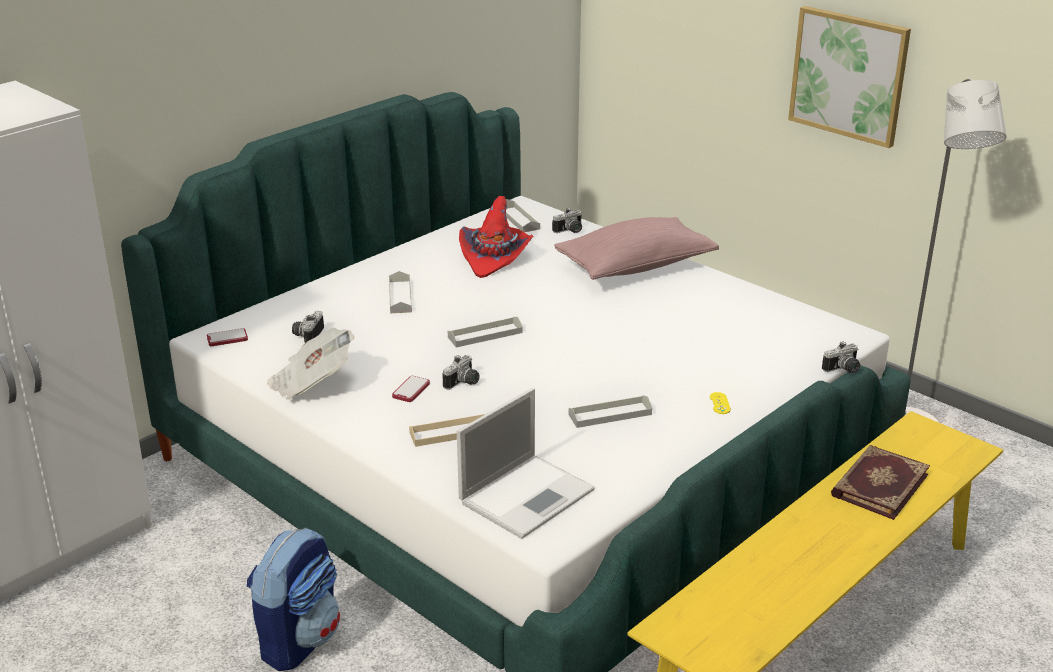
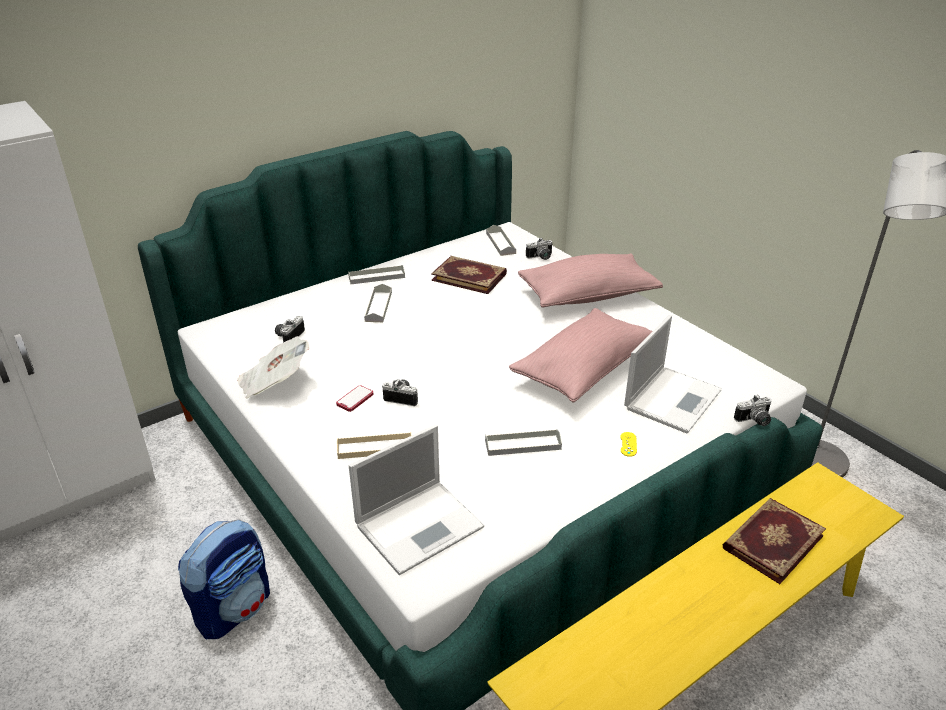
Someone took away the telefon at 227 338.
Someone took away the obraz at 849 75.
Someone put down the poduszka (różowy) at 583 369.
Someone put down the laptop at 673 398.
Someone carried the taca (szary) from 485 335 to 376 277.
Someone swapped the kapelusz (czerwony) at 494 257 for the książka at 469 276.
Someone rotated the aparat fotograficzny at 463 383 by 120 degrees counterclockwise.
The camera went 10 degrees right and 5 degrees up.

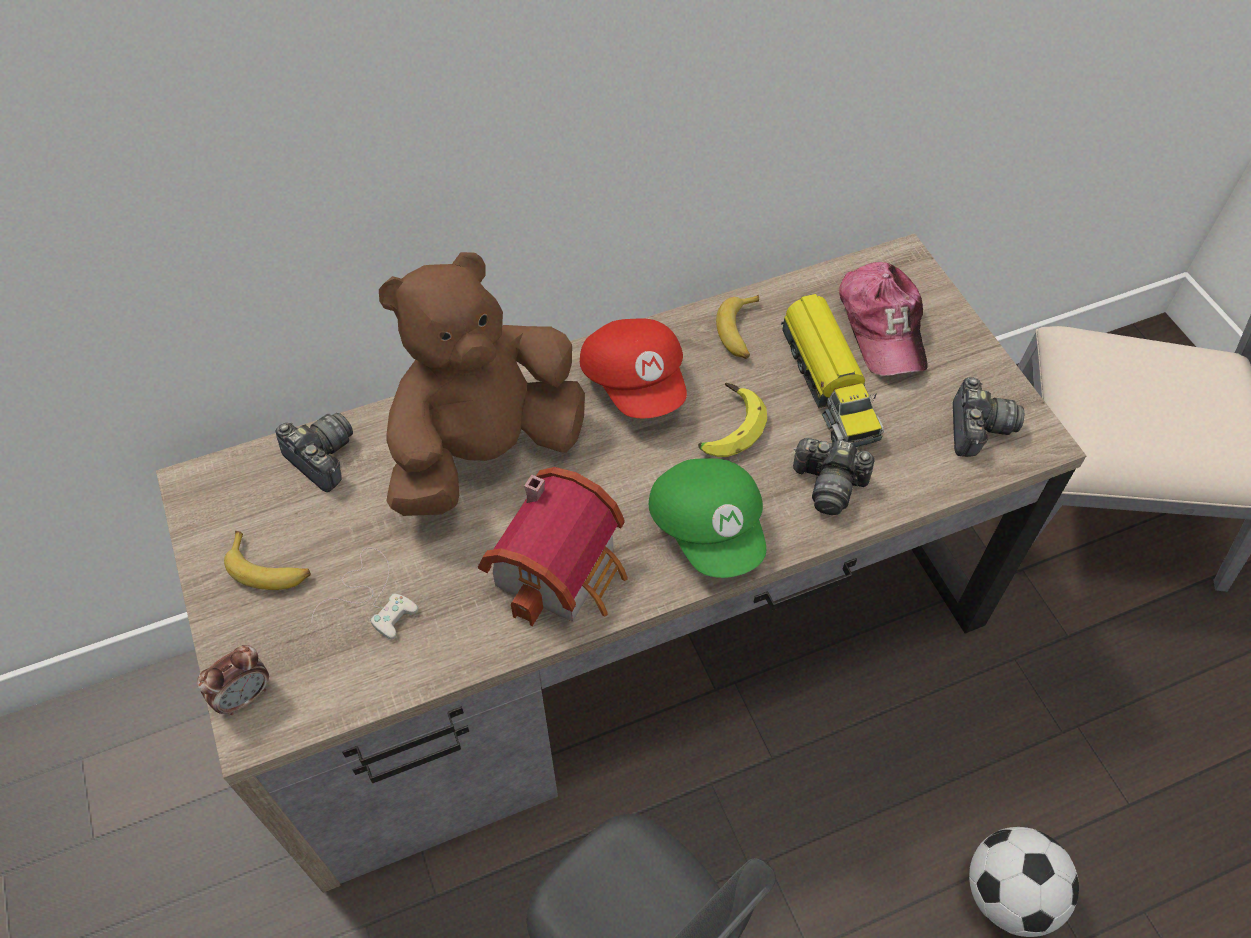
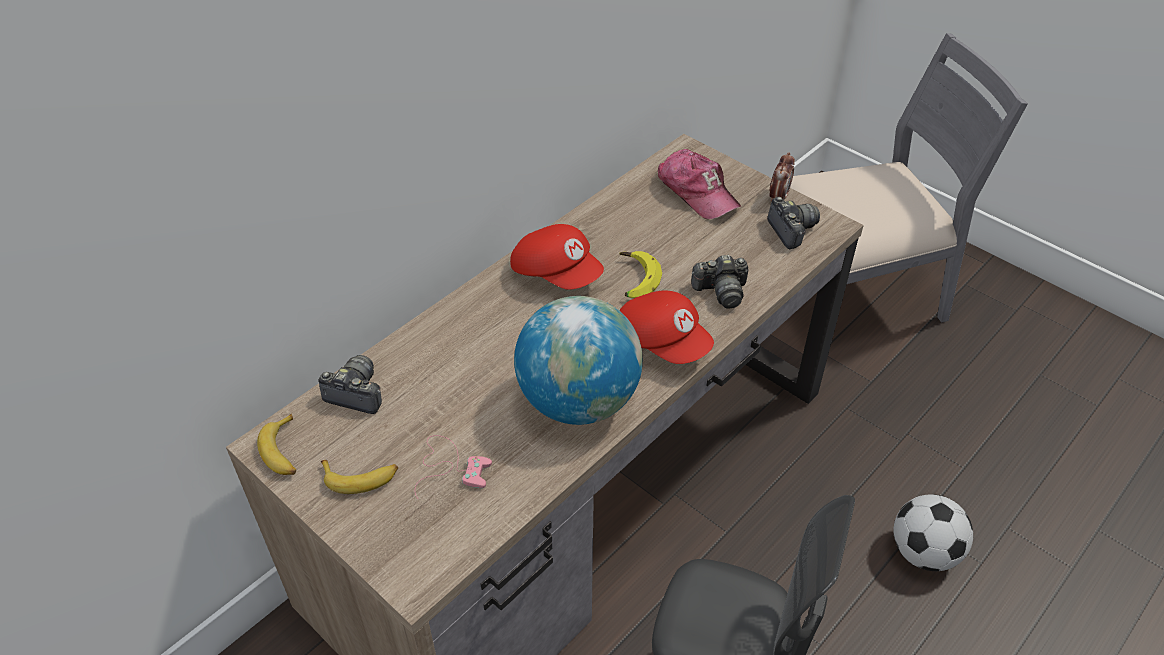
Someone took away the pluszak (brązowy) at 485 451.
Someone took away the ciężarówka zabawkowa at 828 383.
Someone carried the budzik from 245 696 to 778 197.
Someone carried the banan from 740 332 to 284 452.
Someone swapped the domek at 563 569 for the globus at 578 401.
Someone repainted the pad do gier (biały) at 371 595, which became the pad do gier (różowy) at 450 466.
Someone repainted the czapka z daszkiem (zielony) at 709 528, which became the czapka z daszkiem (czerwony) at 661 342.
The camera went 25 degrees left and 10 degrees down.

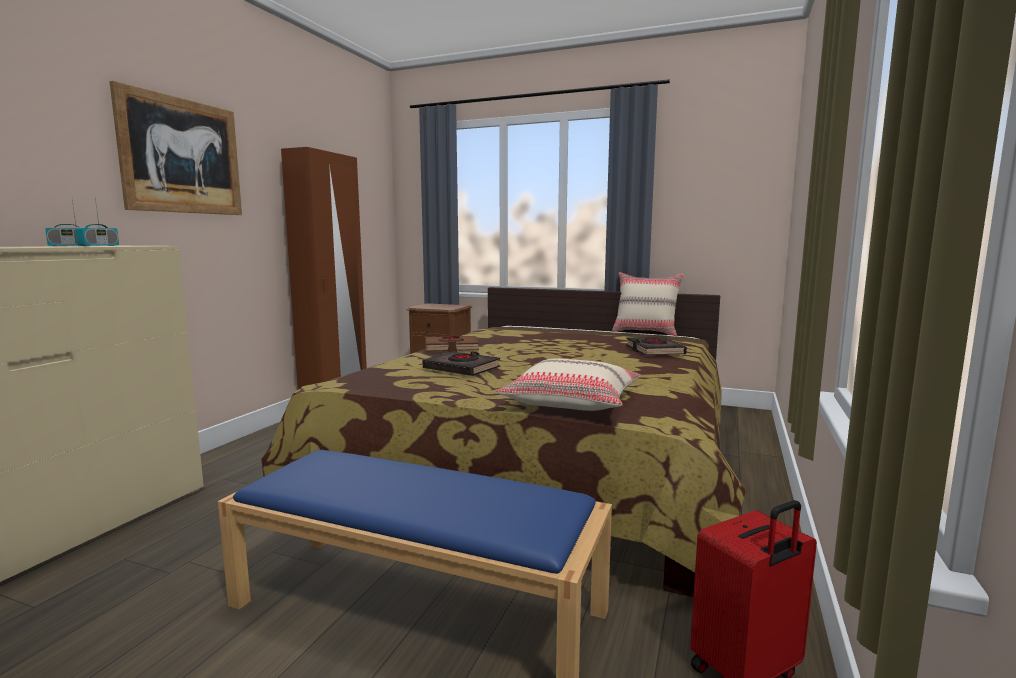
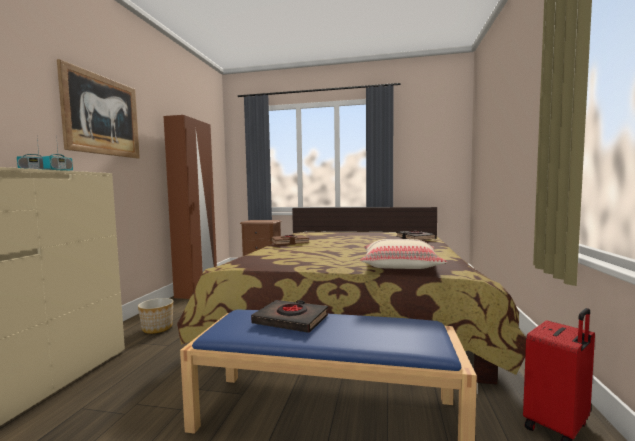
Someone took away the poduszka (beżowy) at 645 332.
Someone put down the donica at 158 328.
Someone carried the książka (czarny) from 462 369 to 291 320.
The camera went 10 degrees left and 5 degrees down.

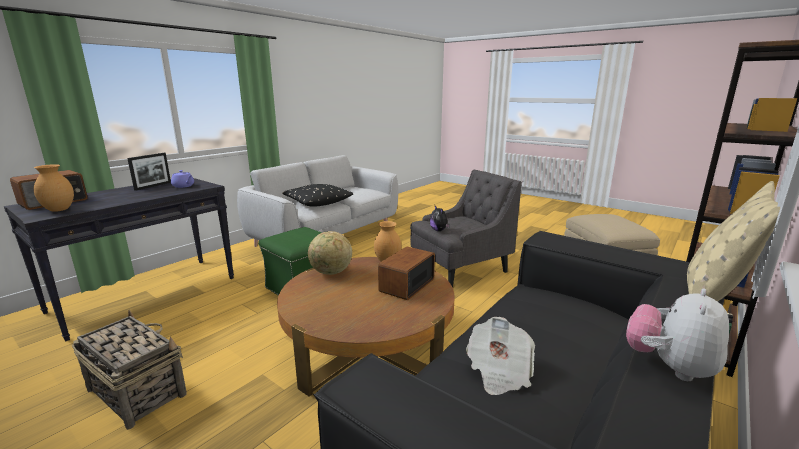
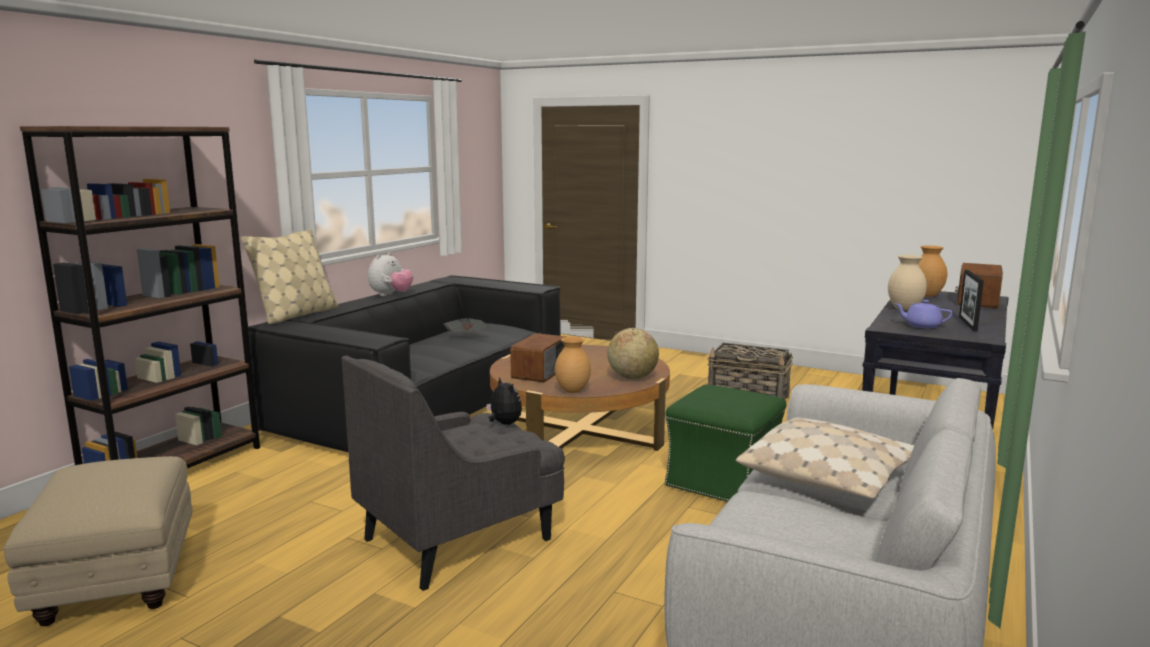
Someone put down the wazon (beżowy) at 905 309.
Someone repainted the poduszka (czarny) at 317 202, which became the poduszka (beżowy) at 829 476.
The camera went 170 degrees right and 5 degrees down.

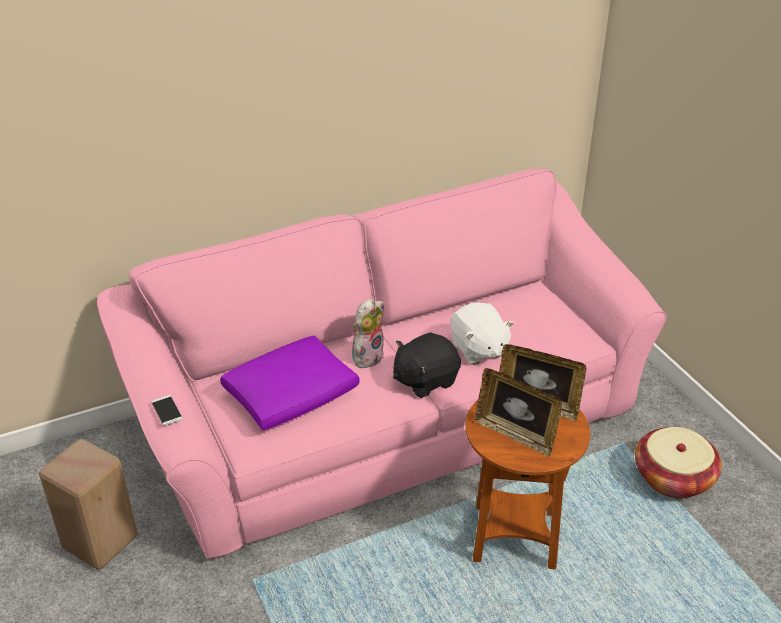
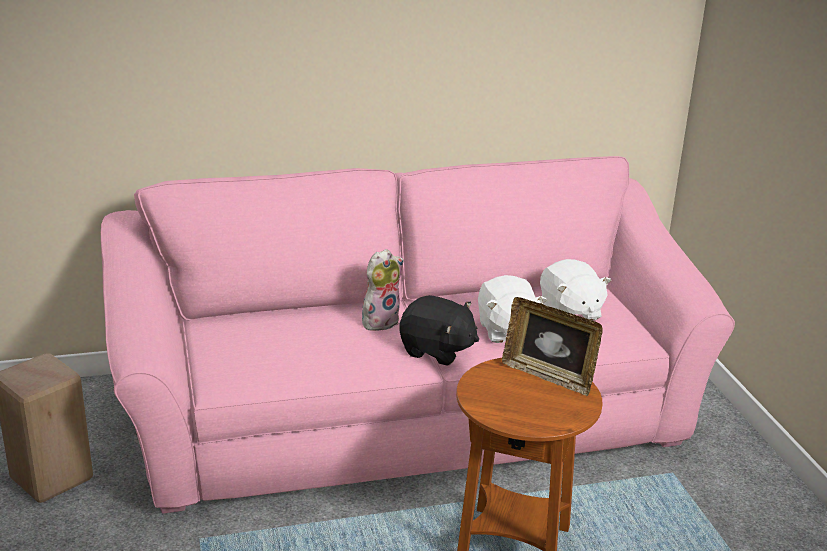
Someone took away the telefon at 167 411.
Someone took away the poduszka (fioletowy) at 292 394.
Someone took away the ramka na zdjęcie at 515 434.
Someone took away the koszyk at 673 478.
Someone put down the pluszak (biały) at 569 312.
Someone rotated the pluszak (czarny) at 425 380 by 135 degrees counterclockwise.
The camera went 10 degrees right and 10 degrees down.

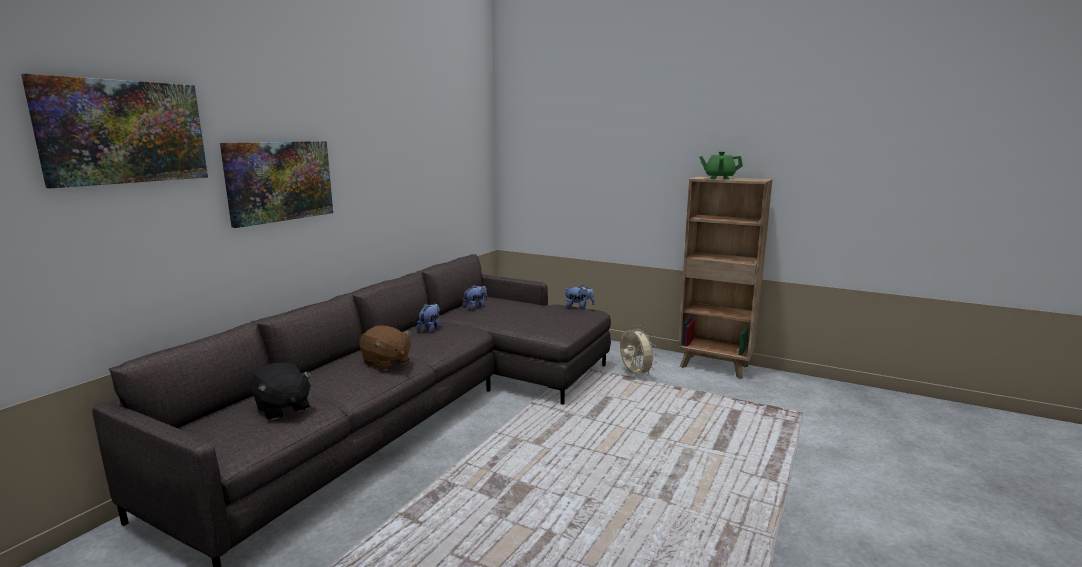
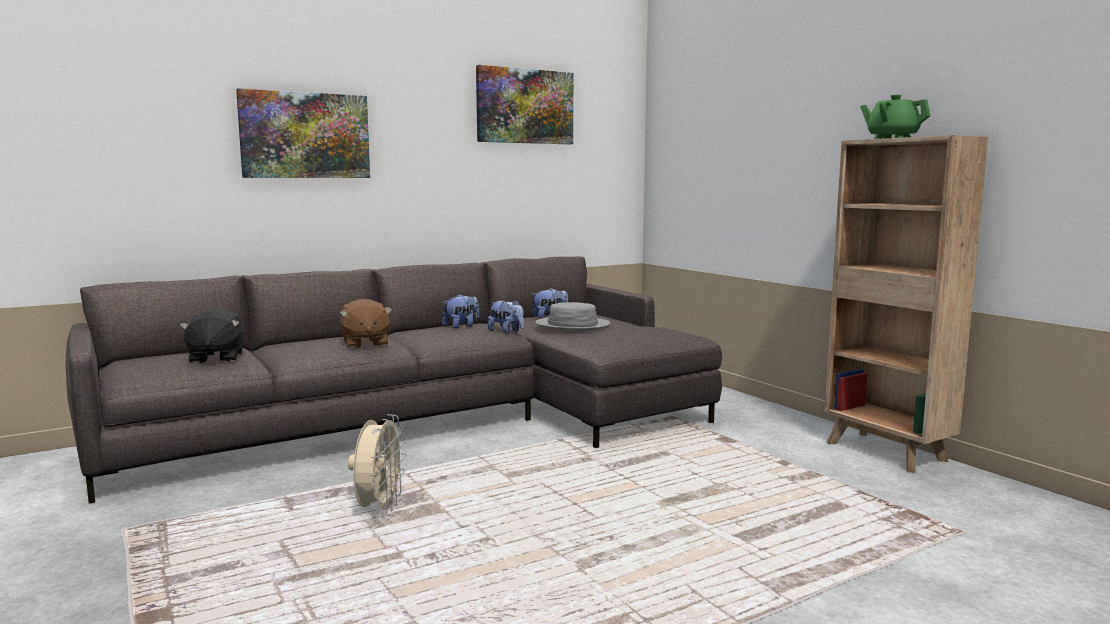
Someone put down the kapelusz (szary) at 572 325.
Someone carried the obraz from 124 132 to 524 106.
Someone carried the pluszak from 579 307 to 506 331.
Someone carried the wentylator (beżowy) from 634 374 to 379 508.
The camera went 30 degrees right and 5 degrees down.

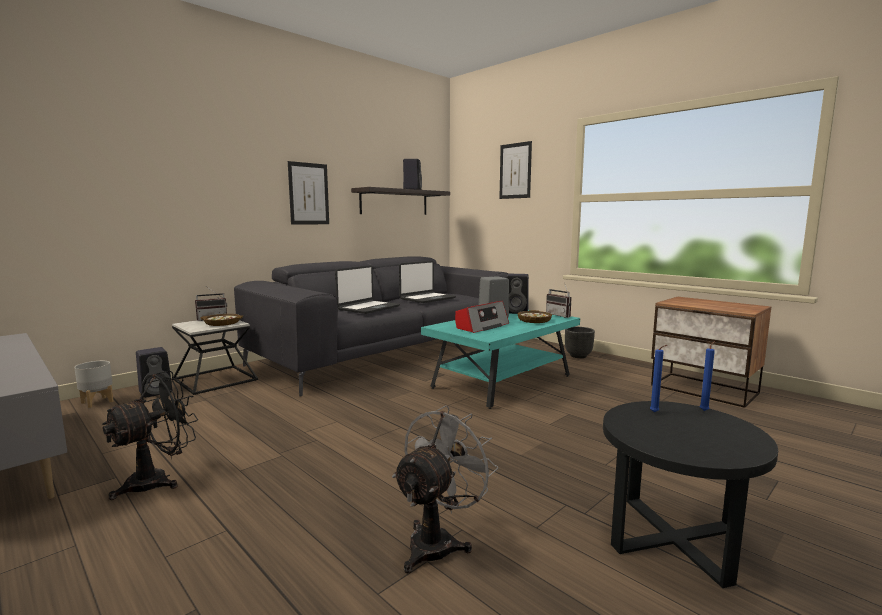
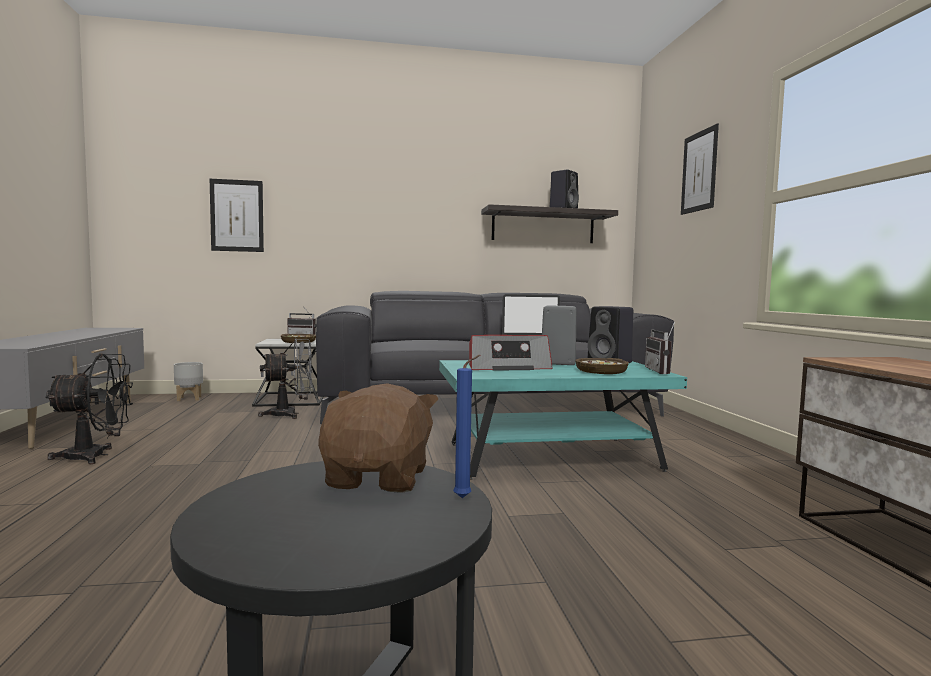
Someone took away the głośnik (czarny) at 157 392.
Someone took away the laptop at 368 308.
Someone took away the donica (czarny) at 578 356.
Someone carried the obraz from 308 194 to 237 215.
Someone carried the wentylator (szary) from 438 541 to 290 414.
Someone swapped the świeca (niebieski) at 655 413 for the pluszak (brązowy) at 379 478.
The camera went 35 degrees right and 5 degrees down.

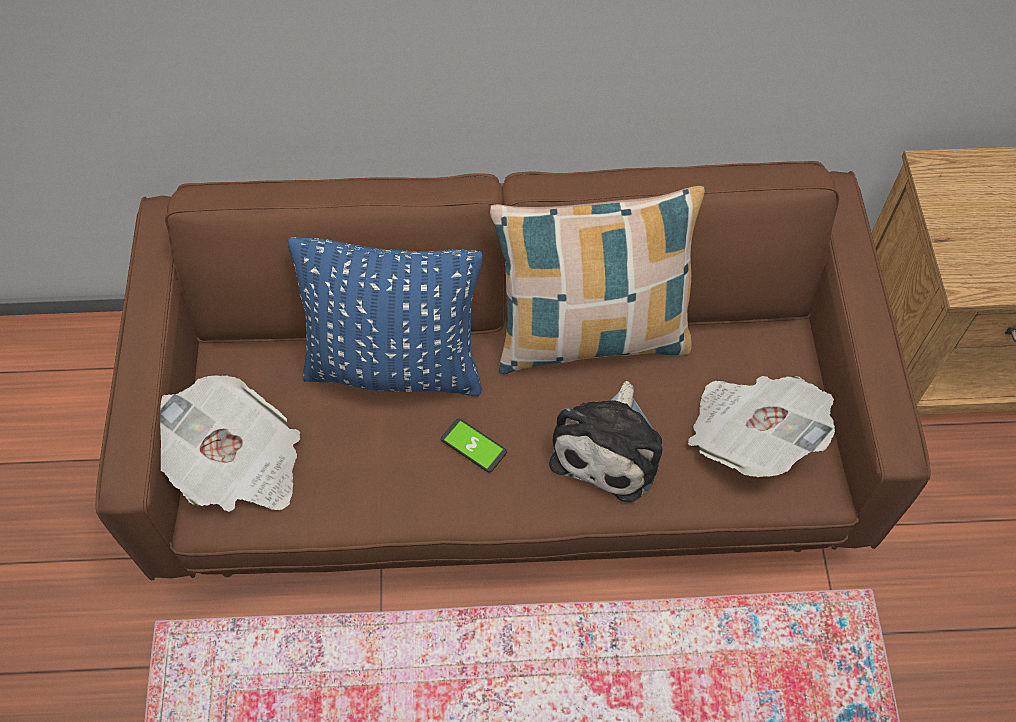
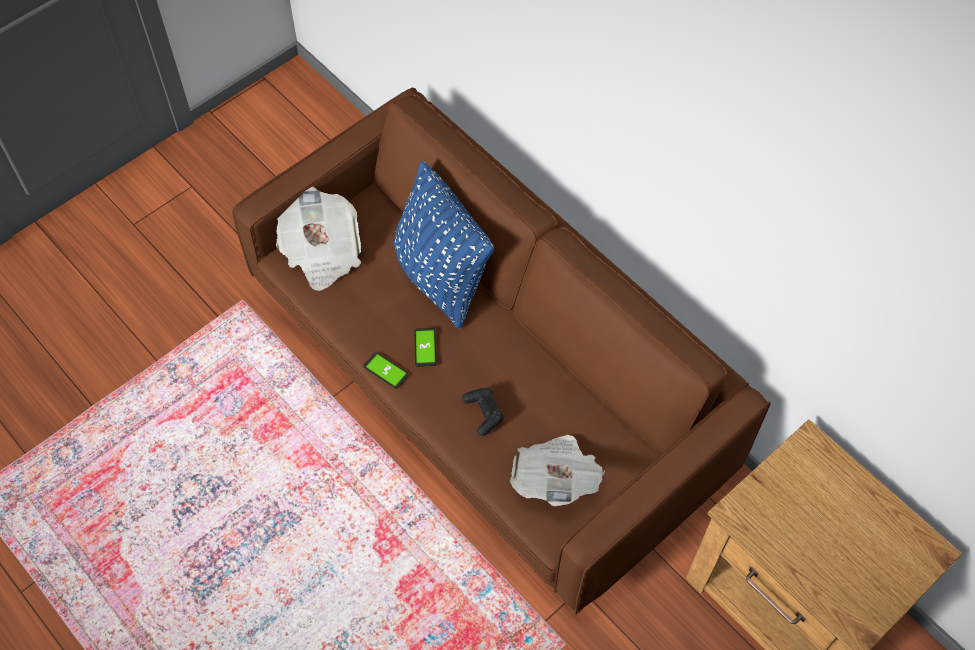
Someone took away the poduszka at 591 337.
Someone put down the telefon at 386 371.
Someone swapped the pluszak at 610 447 for the pad do gier (czarny) at 483 413.
The camera went 50 degrees right and 0 degrees up.

